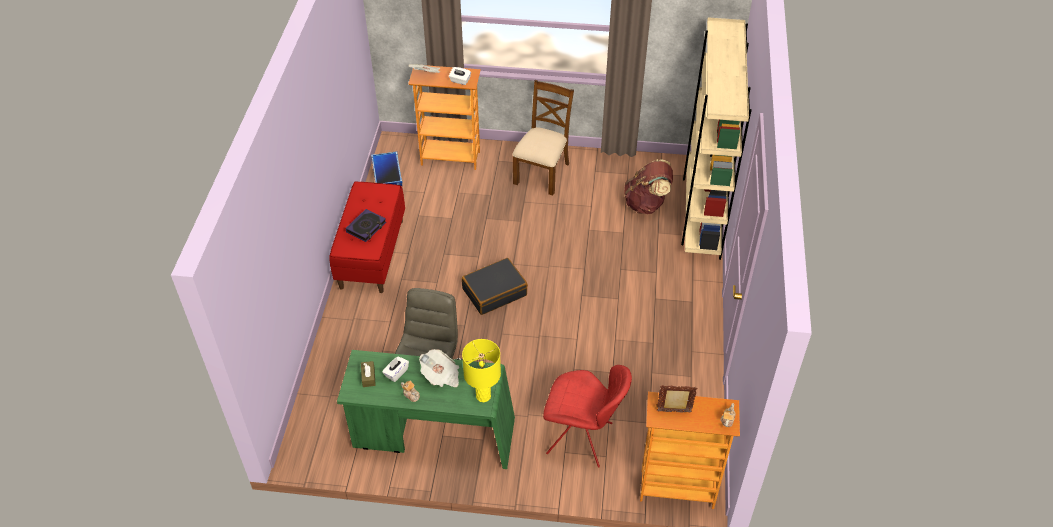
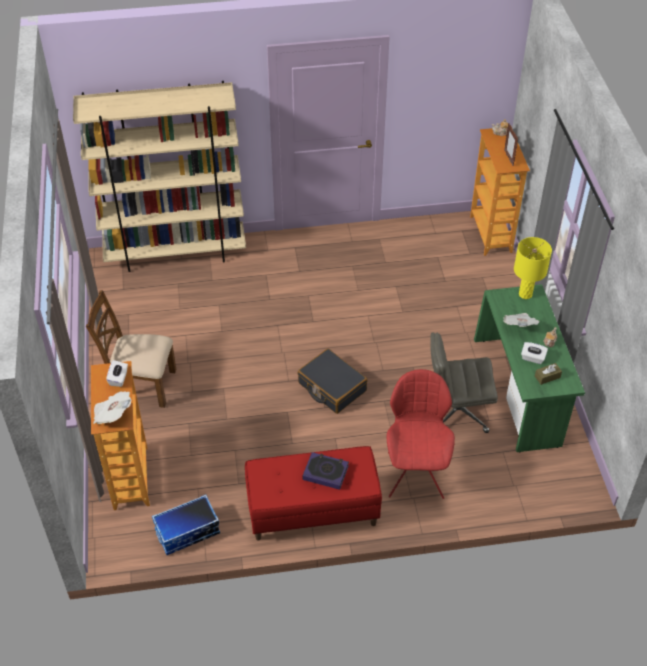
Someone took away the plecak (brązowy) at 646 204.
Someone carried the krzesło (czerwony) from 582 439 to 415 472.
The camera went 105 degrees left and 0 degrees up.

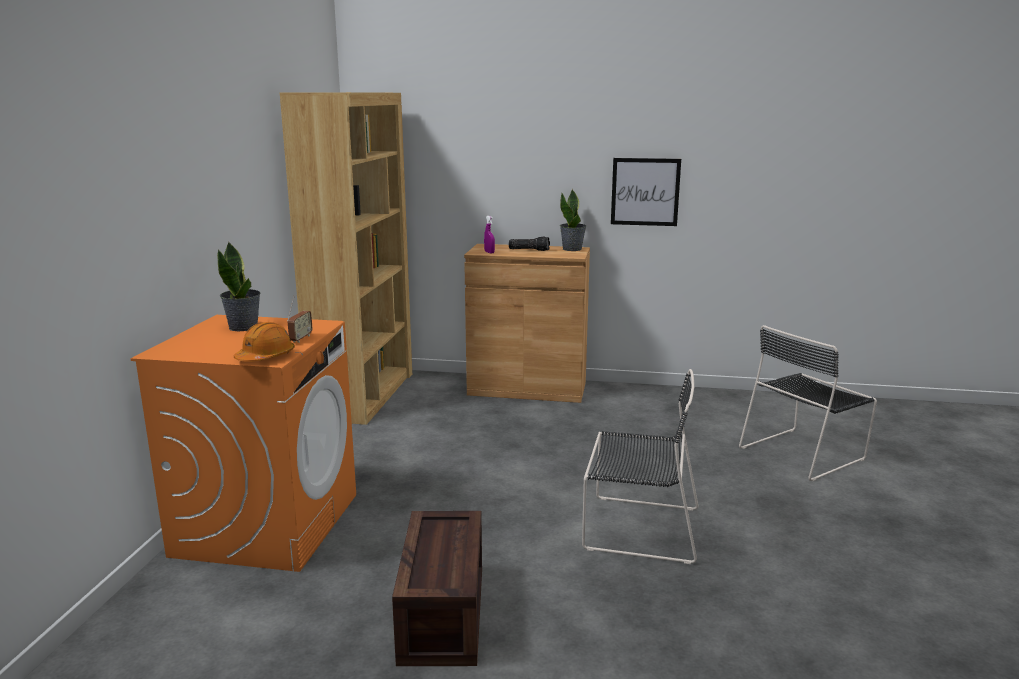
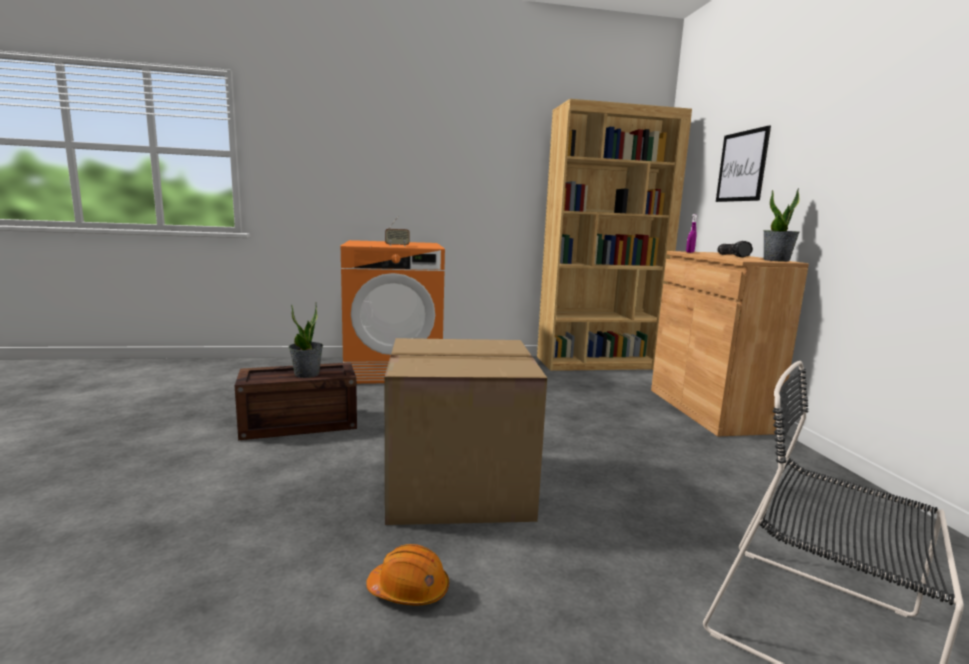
Someone carried the roślina doniczkowa from 244 327 to 307 374.
Someone carried the kask (pomarańczowy) from 266 357 to 409 590.
Someone carried the obraz from 645 192 to 742 166.
Someone swapped the krzesło (czarny) at 637 527 for the karton at 456 485.
The camera went 70 degrees right and 5 degrees down.

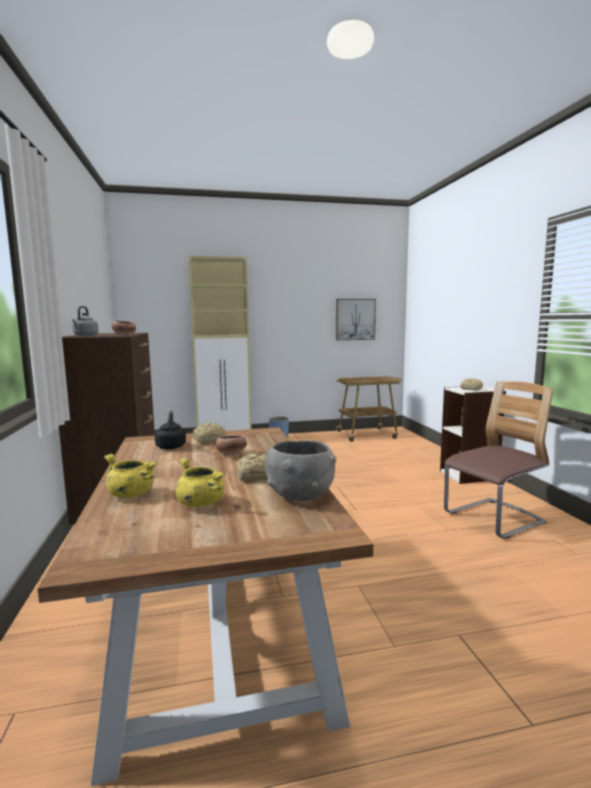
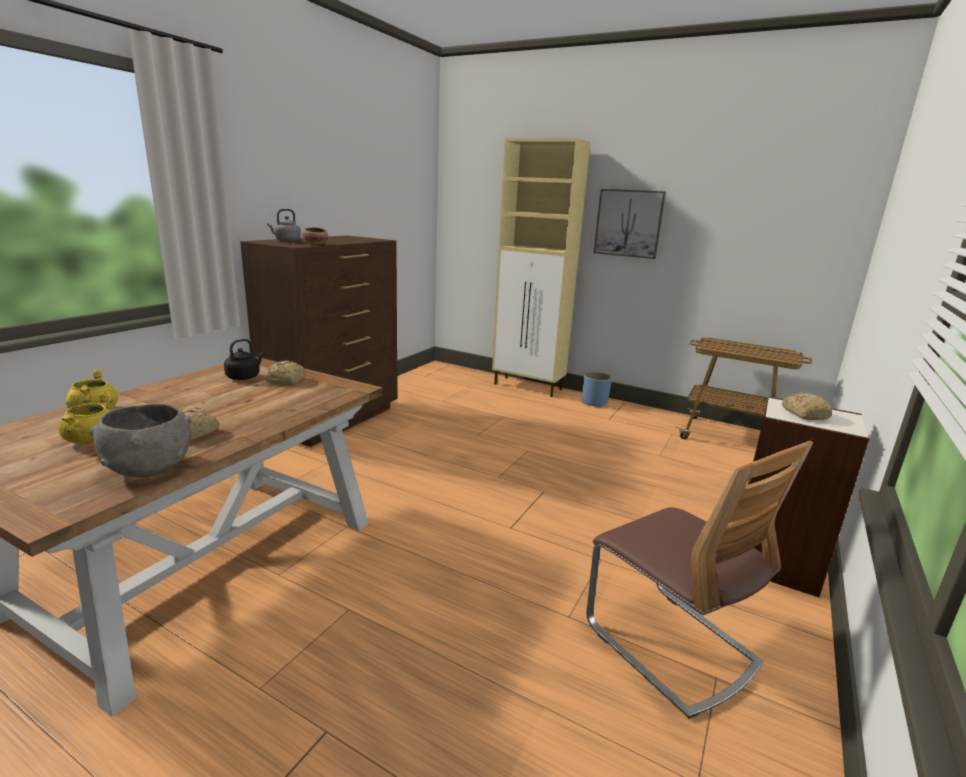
Someone took away the miska at 231 454.
Someone carried the obraz from 355 319 to 628 223.
Someone rotated the krzesło at 493 519 by 45 degrees clockwise.
The camera went 40 degrees right and 10 degrees up.

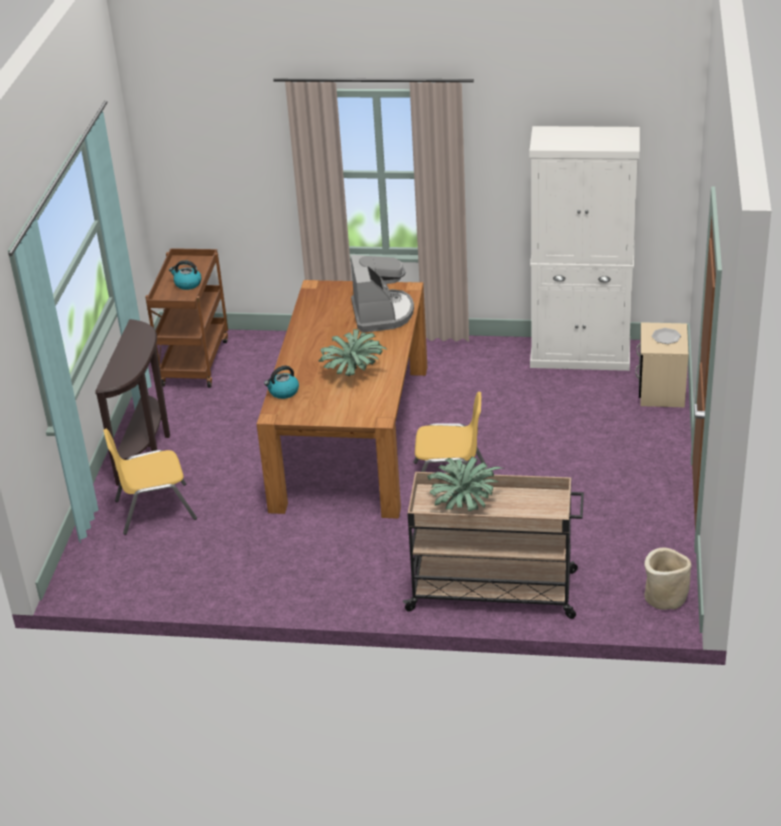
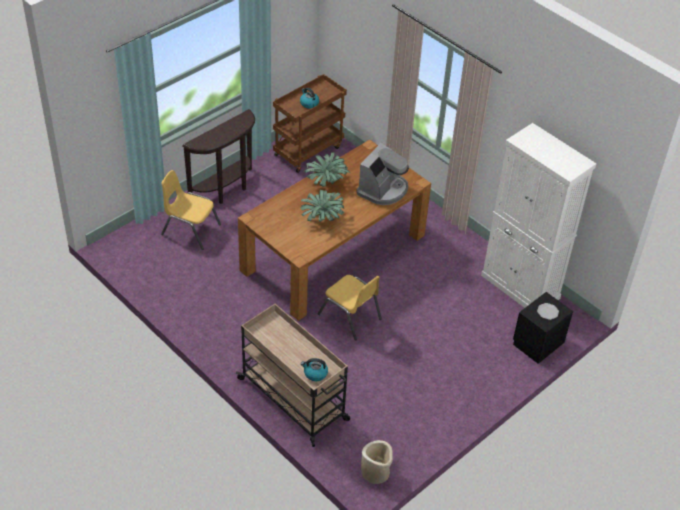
Someone carried the czajnik from 283 392 to 315 373.
Someone carried the roślina doniczkowa from 464 505 to 326 181.
Someone repainted the szafka nocna (beżowy) at 661 391, which became the szafka nocna (czarny) at 538 343.
The camera went 35 degrees right and 10 degrees up.

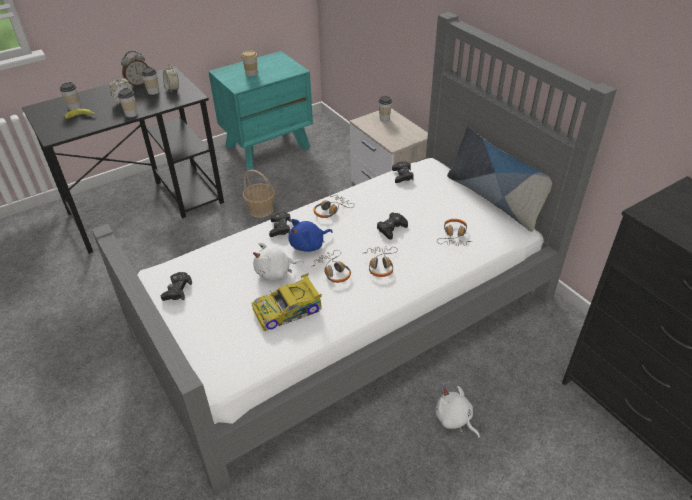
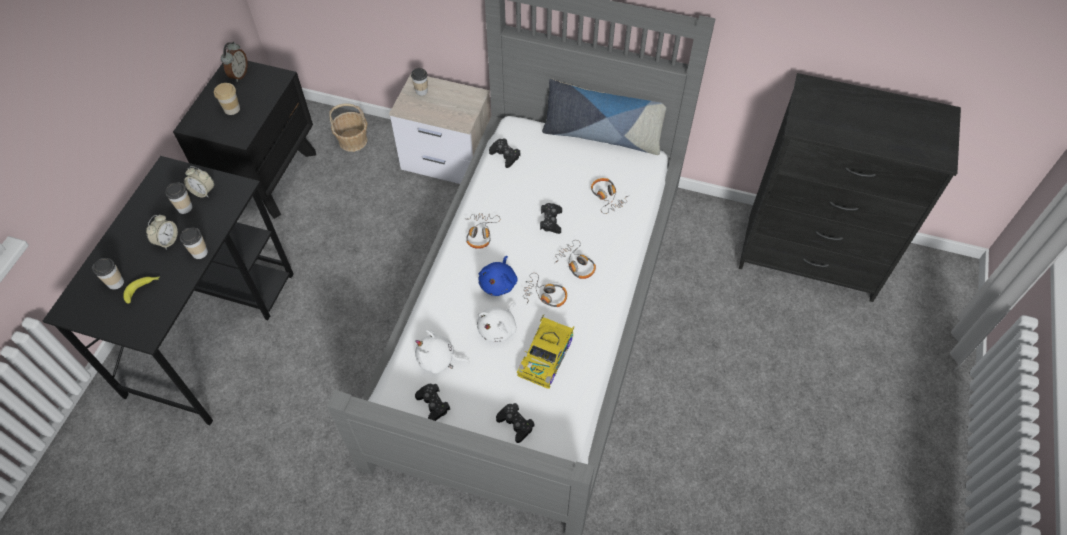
Someone carried the budzik from 139 84 to 239 74.
Someone carried the koszyk from 261 209 to 353 140.
Someone carried the pad do gier (czarny) from 280 228 to 515 424.
Someone carried the pluszak (biały) from 454 419 to 439 360.
Someone repainted the szafka nocna (turkusowy) at 268 147, which became the szafka nocna (czarny) at 266 175.
The camera went 40 degrees left and 15 degrees up.

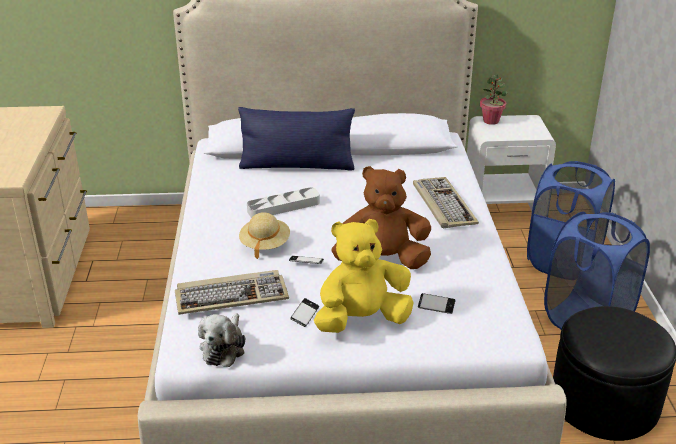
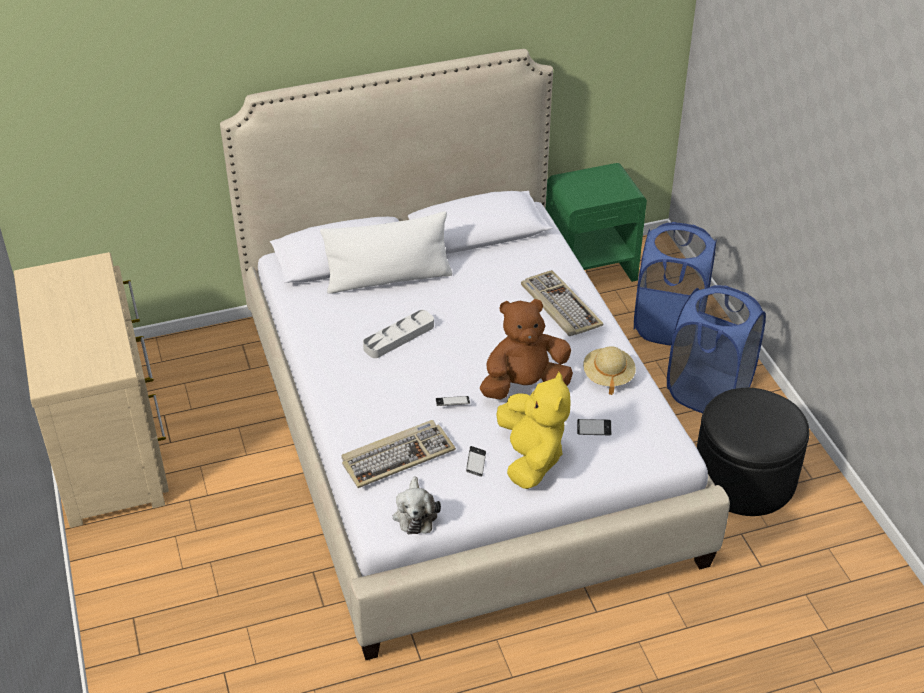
Someone took away the roślina doniczkowa at 491 121.
Someone carried the kapelusz (beżowy) from 265 244 to 608 376.
Someone repainted the poduszka (niebieski) at 297 166, which became the poduszka (biały) at 388 279.
Someone repainted the szafka nocna (biały) at 503 211, which became the szafka nocna (zielony) at 590 270.
Someone rotated the pluszak (żółty) at 362 320 by 120 degrees clockwise.
The camera went 15 degrees left and 10 degrees up.

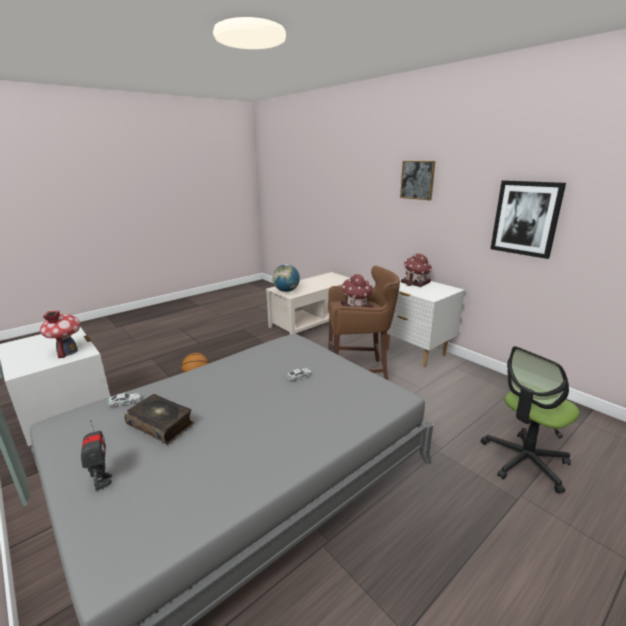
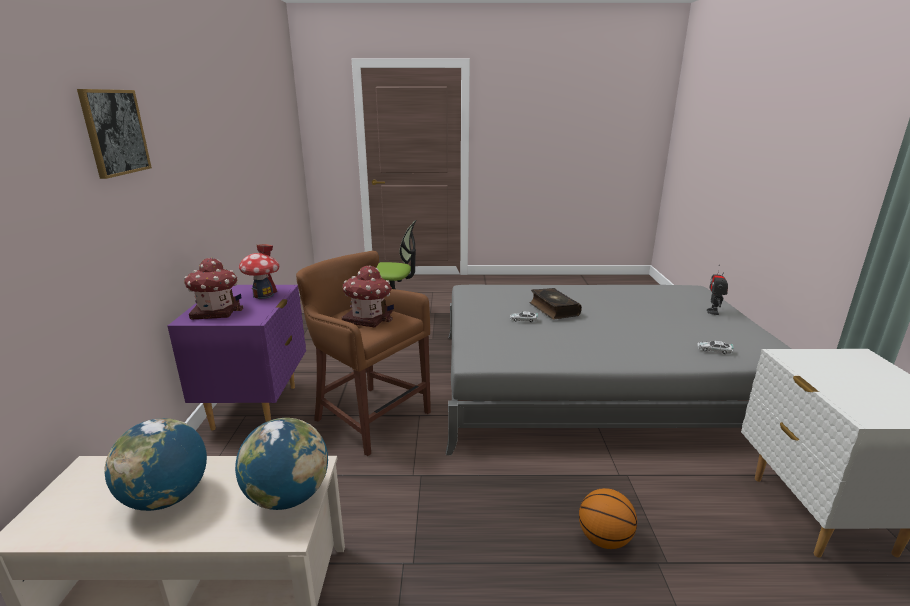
Someone took away the obraz at 526 218.
Someone put down the globus at 167 497.
Someone carried the domek from 67 352 to 263 295.
Someone carried the książka from 161 424 to 553 309.
Someone repainted the szafka nocna (biały) at 414 352, which became the szafka nocna (fioletowy) at 257 407.
The camera went 140 degrees left and 0 degrees up.

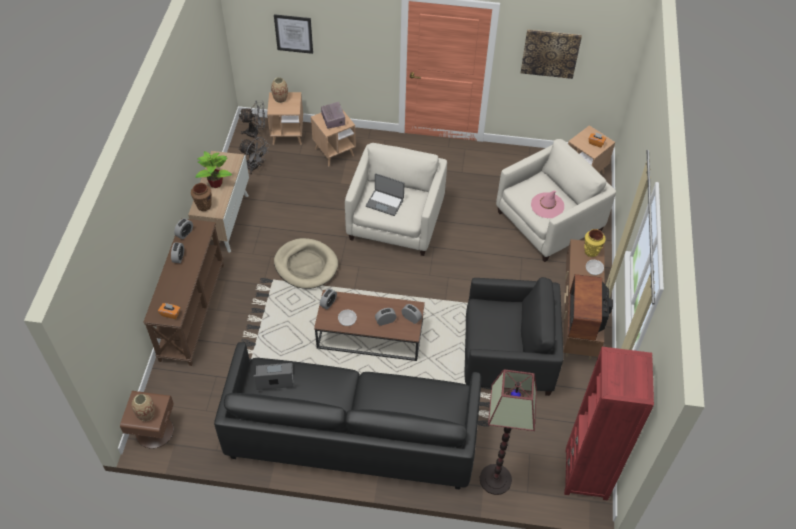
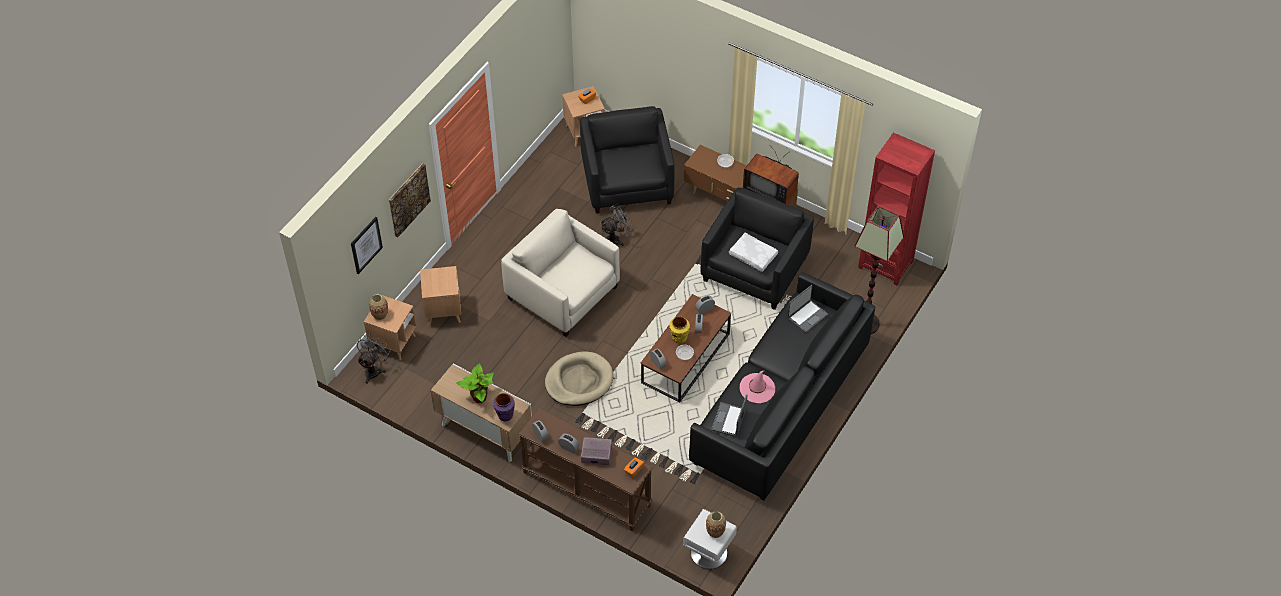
Someone put down the poduszka (biały) at 753 255.
Someone carried the wentylator (szary) from 255 167 to 616 239.
Someone carried the radio from 333 119 to 596 455.
Someone carried the laptop from 385 202 to 807 316.
Someone carried the obraz from 550 53 to 408 199.
Someone carried the kapelusz (różowy) from 547 205 to 757 388.
Someone carried the wazon (żółty) from 591 251 to 679 338.
Someone repainted the szafka nocna (brązowy) at 154 431, which became the szafka nocna (biały) at 708 553.
Someone repainted the wazon (brązowy) at 204 206, which became the wazon (fioletowy) at 505 415.
Someone repainted the fotel (beżowy) at 548 222, which became the fotel (czarny) at 627 182.
The camera went 65 degrees left and 0 degrees up.

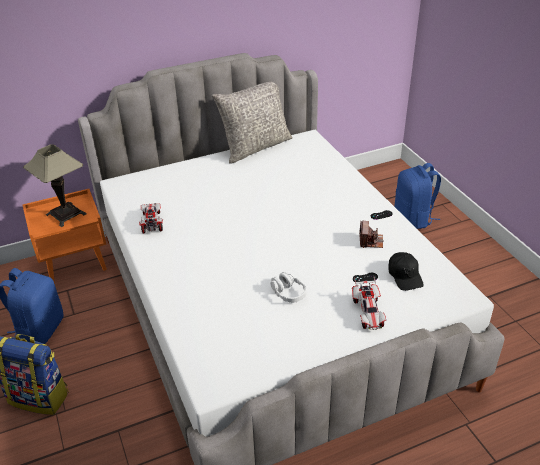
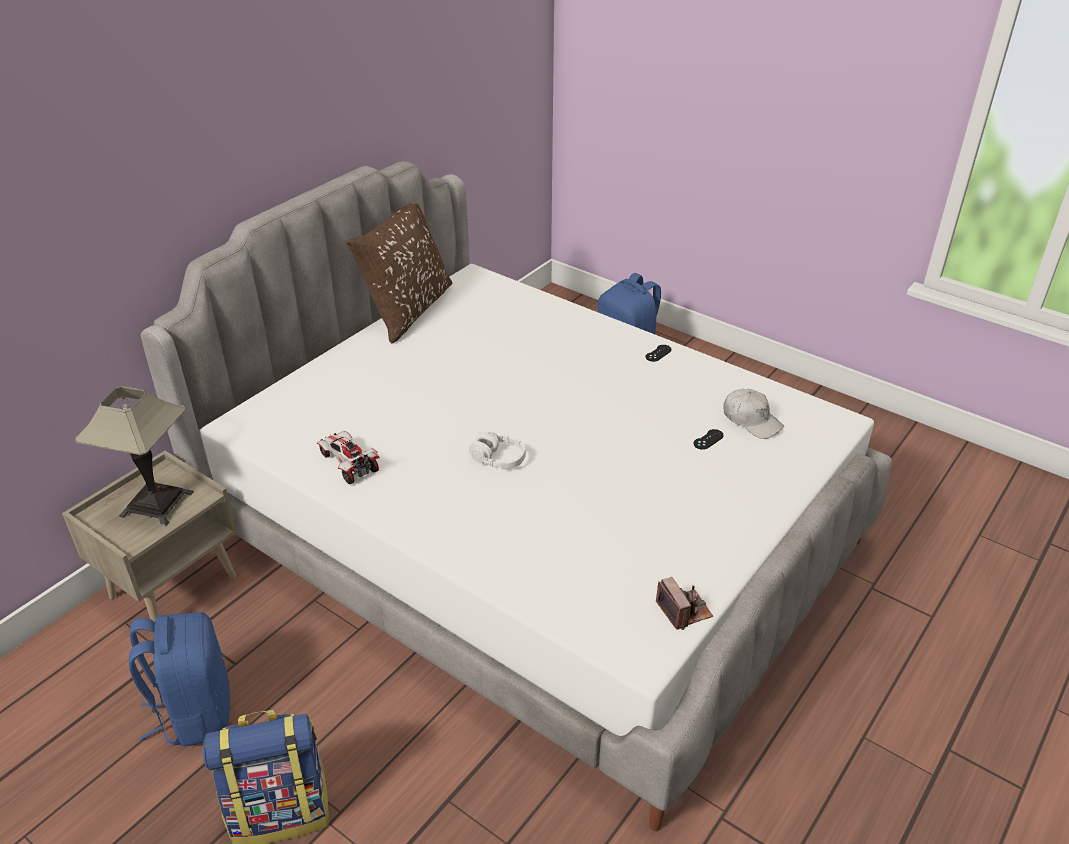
Someone took away the samochodzik at 368 312.
Someone carried the słuchawki (biały) from 288 293 to 498 459.
Someone carried the aparat fotograficzny from 370 241 to 683 610.
Someone repainted the szafka nocna (pomarańczowy) at 75 263, which became the szafka nocna (beżowy) at 173 585.
Someone repainted the poduszka (szary) at 255 147, which became the poduszka (brązowy) at 408 310.
Someone repainted the czapka z daszkiem (czarny) at 405 276, which became the czapka z daszkiem (biały) at 751 420.
The camera went 30 degrees left and 0 degrees up.

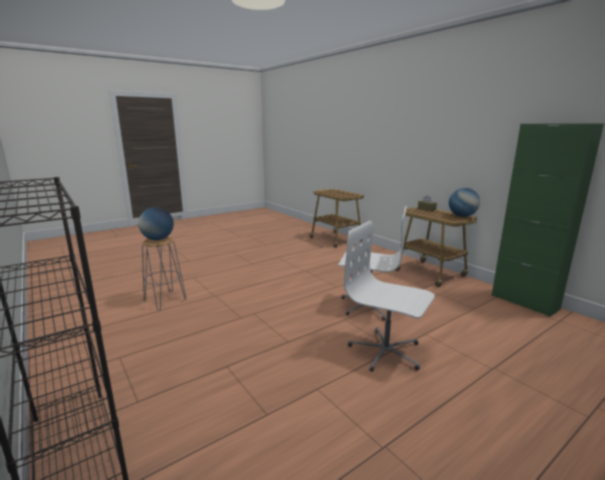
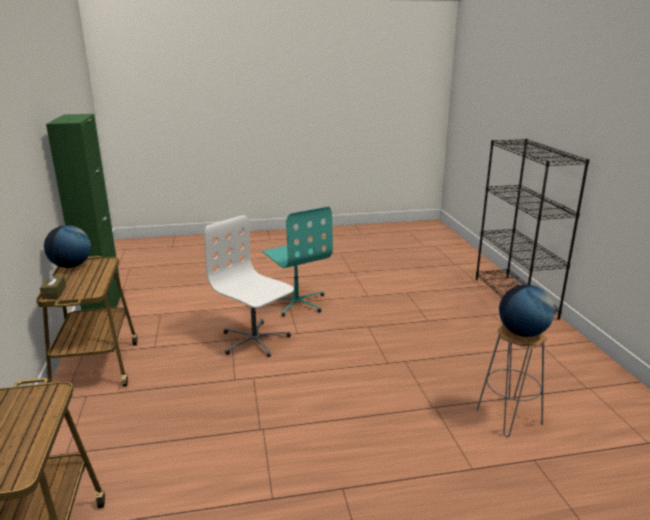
Someone repainted the krzesło biurowe (biały) at 386 352, which became the krzesło biurowe (turkusowy) at 297 302.
The camera went 155 degrees left and 5 degrees up.

